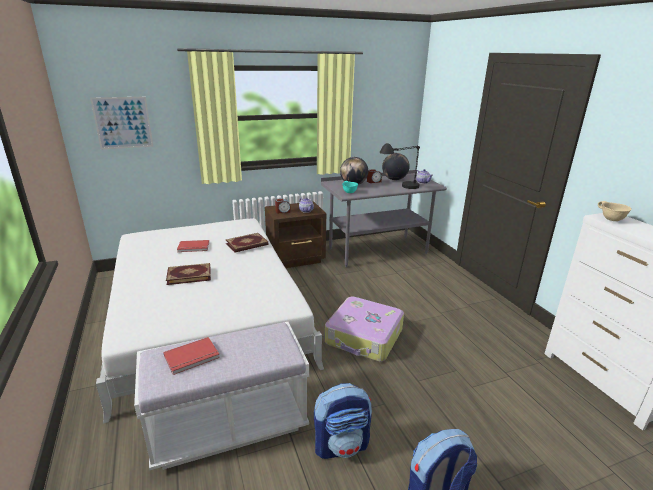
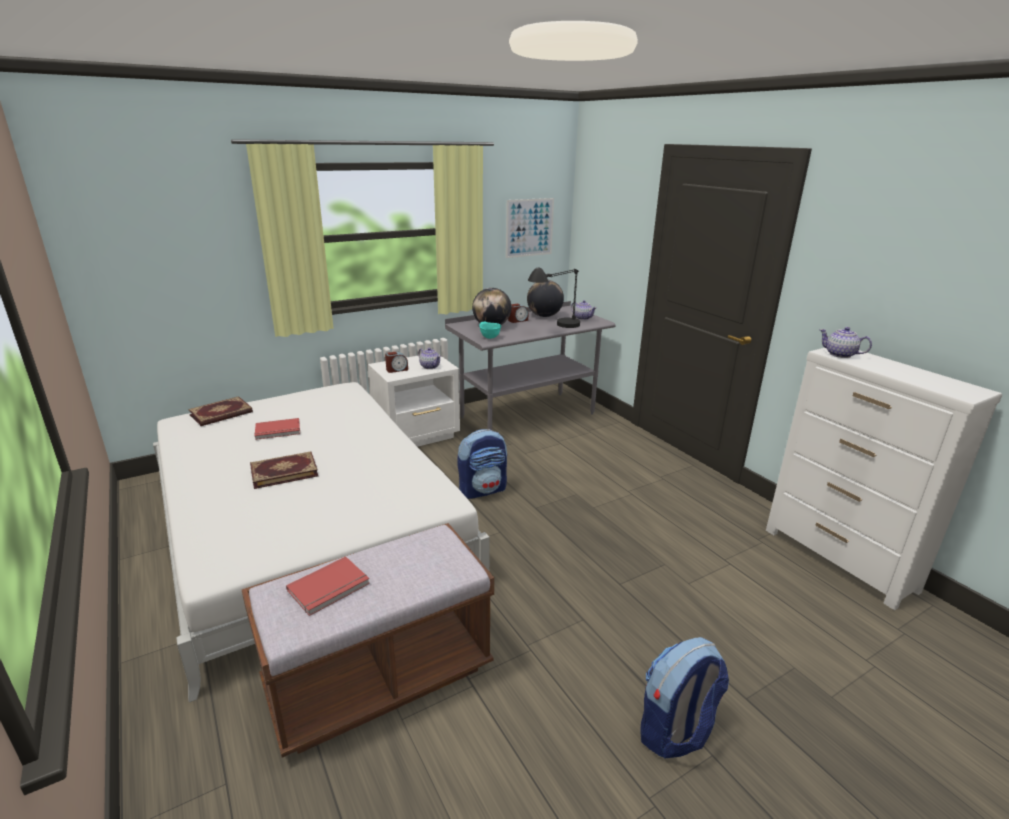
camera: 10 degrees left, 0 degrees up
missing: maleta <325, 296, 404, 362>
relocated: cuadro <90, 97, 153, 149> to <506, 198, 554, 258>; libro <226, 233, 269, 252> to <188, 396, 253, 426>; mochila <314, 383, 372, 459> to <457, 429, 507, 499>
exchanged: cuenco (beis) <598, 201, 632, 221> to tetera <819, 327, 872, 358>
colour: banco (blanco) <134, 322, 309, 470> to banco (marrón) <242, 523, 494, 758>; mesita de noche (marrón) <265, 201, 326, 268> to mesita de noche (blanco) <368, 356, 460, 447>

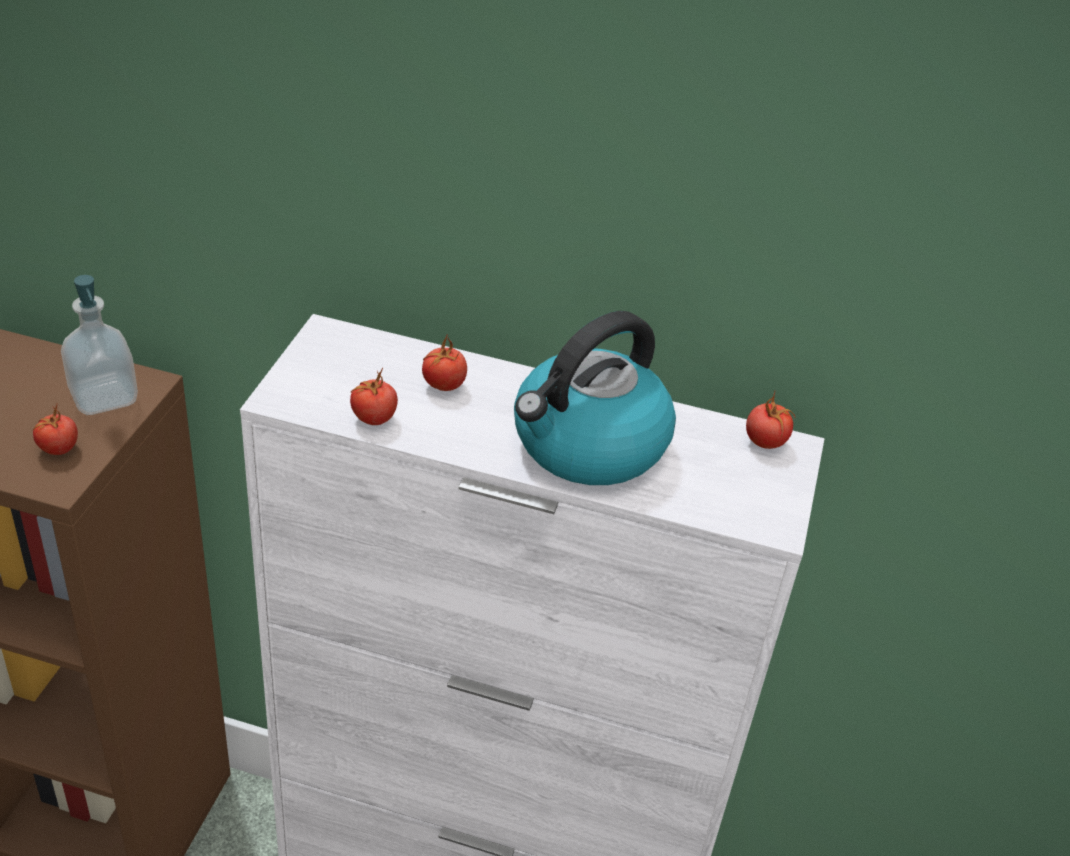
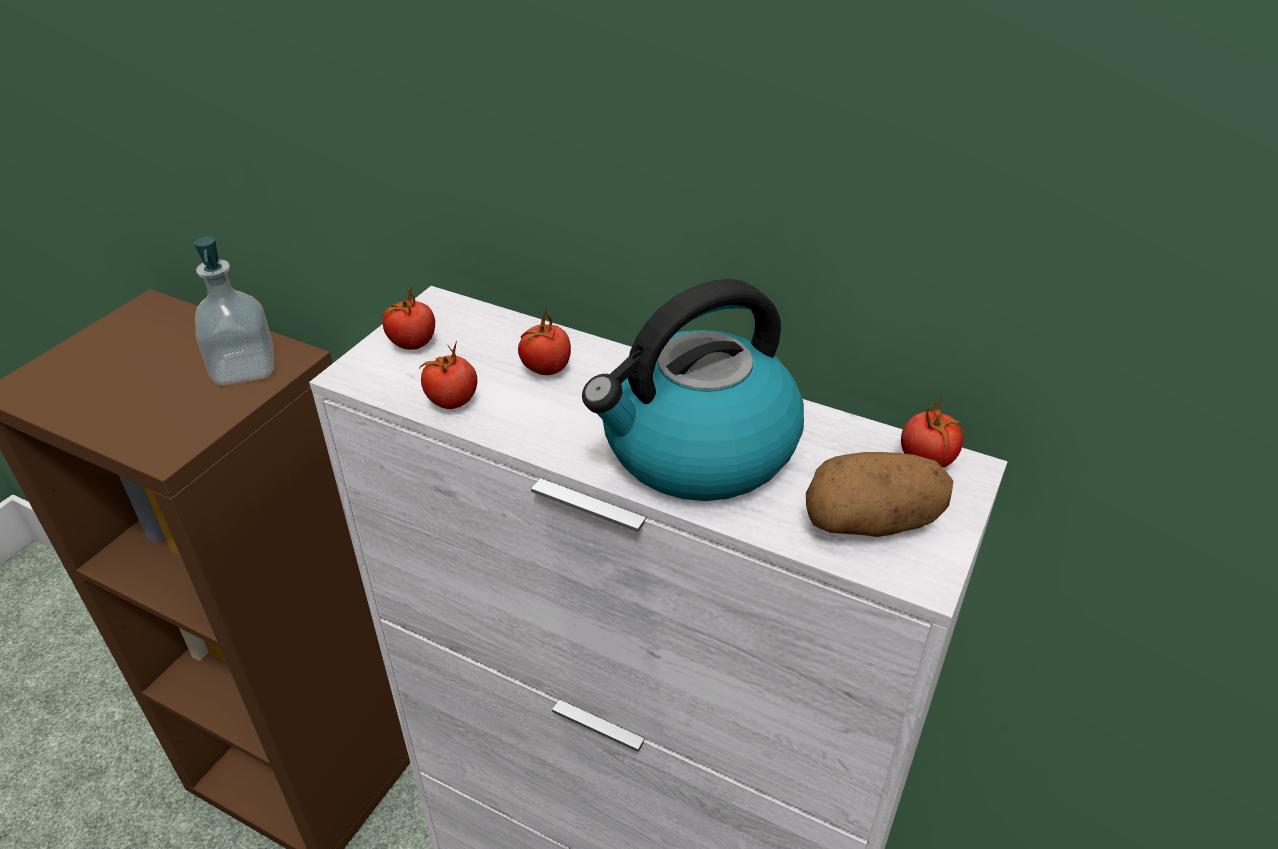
camera: 15 degrees right, 0 degrees up
appeared: patata <806, 452, 953, 537>
relocated: tomate <32, 404, 78, 455> to <381, 284, 435, 350>

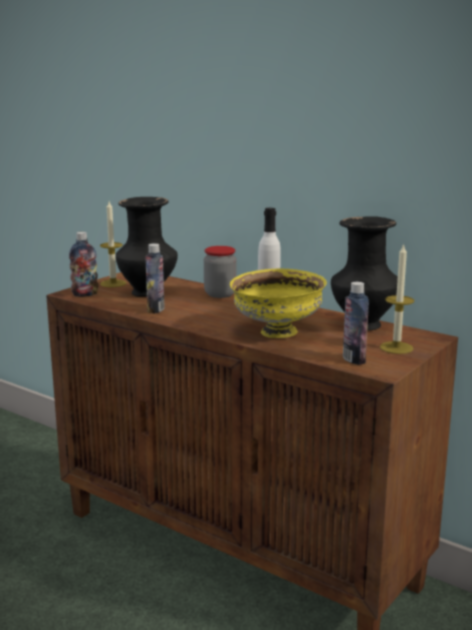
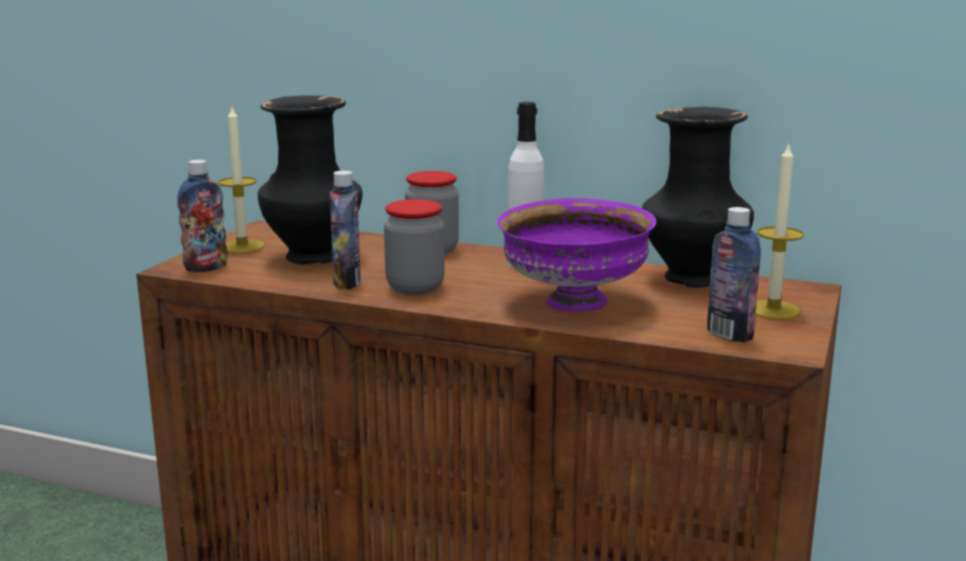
camera: 15 degrees left, 0 degrees up
appeared: tarro <384, 199, 445, 295>
colour: cuenco (amarillo) <230, 269, 327, 338> to cuenco (morado) <497, 198, 656, 312>

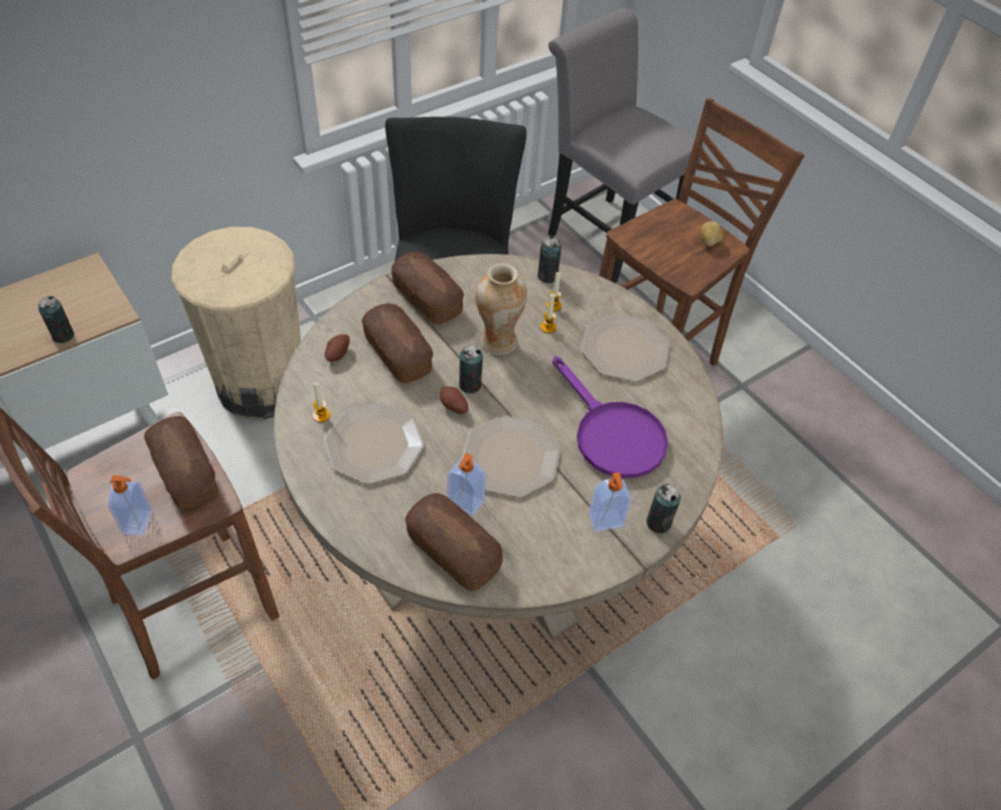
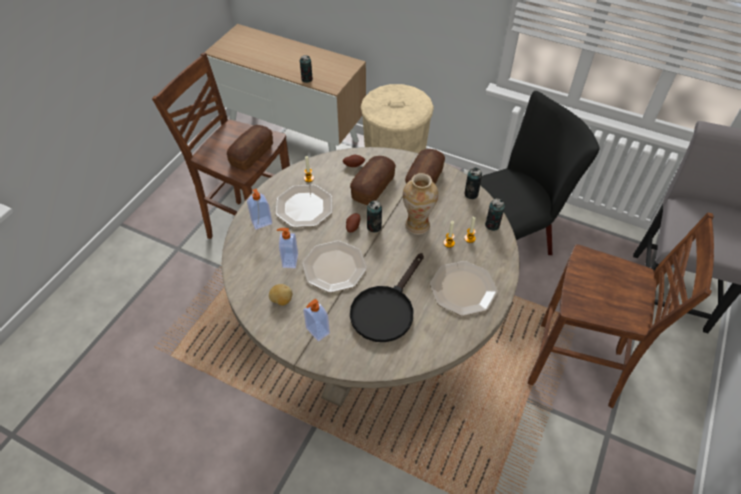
camera: 65 degrees right, 0 degrees up
missing: pan <405, 493, 503, 591>
relocated: dispensador de jabón <108, 475, 152, 535> to <247, 189, 272, 229>; lata <646, 484, 681, 533> to <464, 168, 482, 199>; patata <700, 221, 724, 246> to <269, 284, 292, 306>
colour: sartén (morado) <553, 356, 668, 478> to sartén (negro) <350, 253, 424, 342>

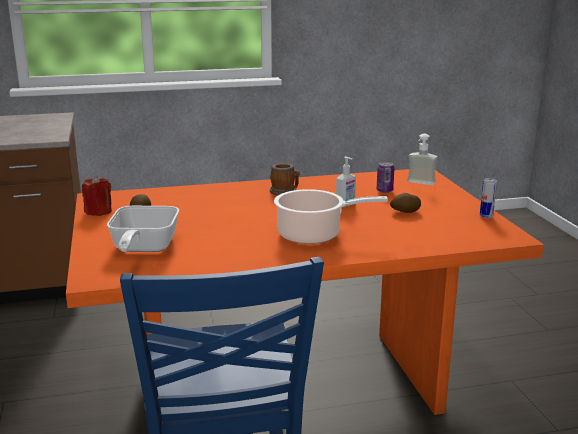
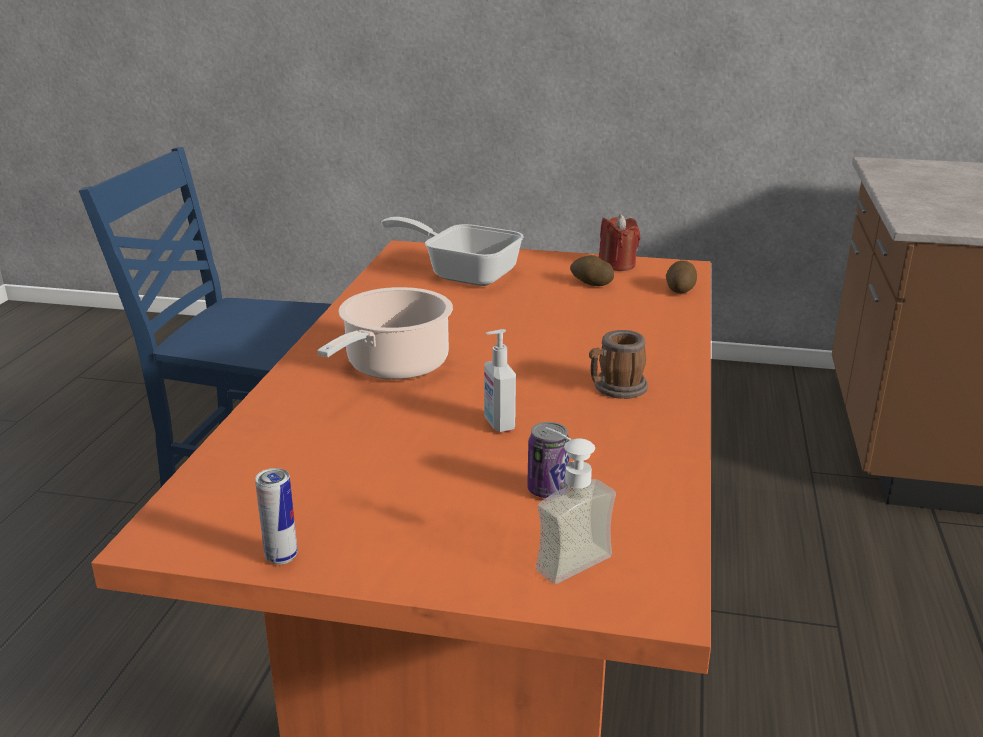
camera: 115 degrees right, 5 degrees up
relocated: patata <390, 193, 421, 213> to <666, 261, 697, 293>

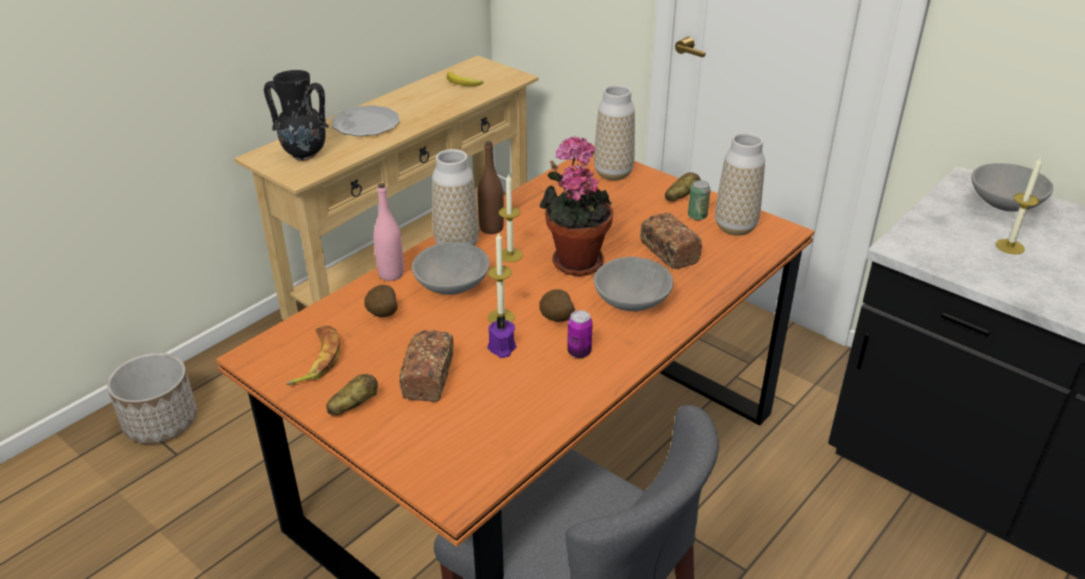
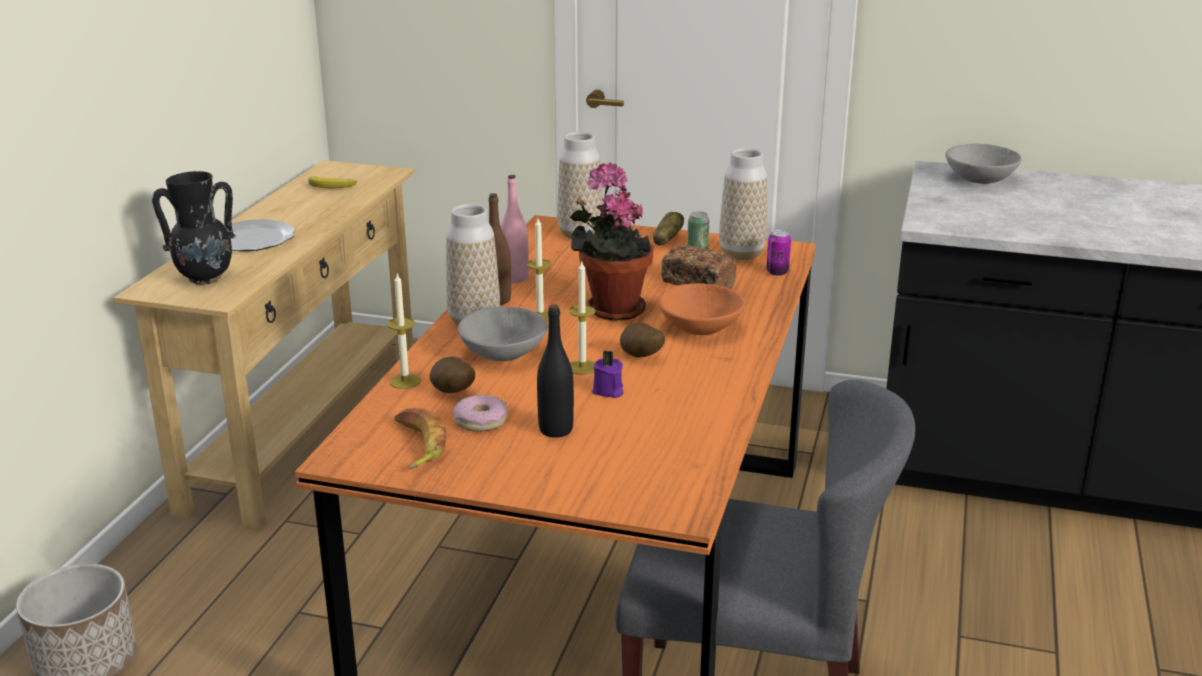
camera: 25 degrees left, 10 degrees down
missing: patata <326, 374, 378, 415>
appeared: rosquilla <453, 395, 507, 432>
relocated: botella (rosa) <373, 183, 404, 281> to <501, 175, 529, 283>; lata <567, 310, 593, 358> to <766, 229, 791, 276>; vela <996, 158, 1042, 254> to <387, 273, 421, 389>
exchanged: pan <399, 330, 453, 402> to botella (negro) <537, 304, 574, 438>
colour: cuenco (gris) <594, 257, 673, 311> to cuenco (naranja) <659, 283, 745, 335>

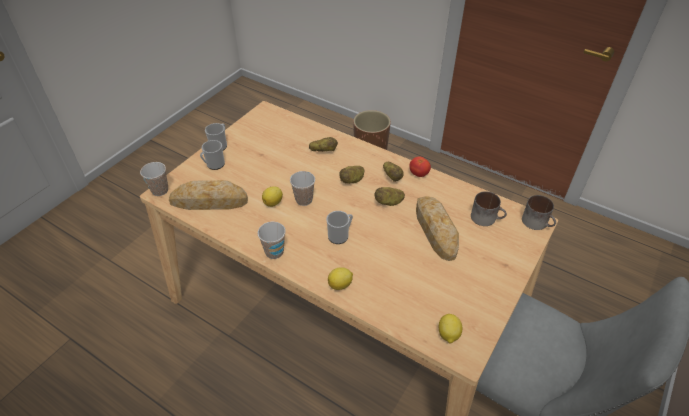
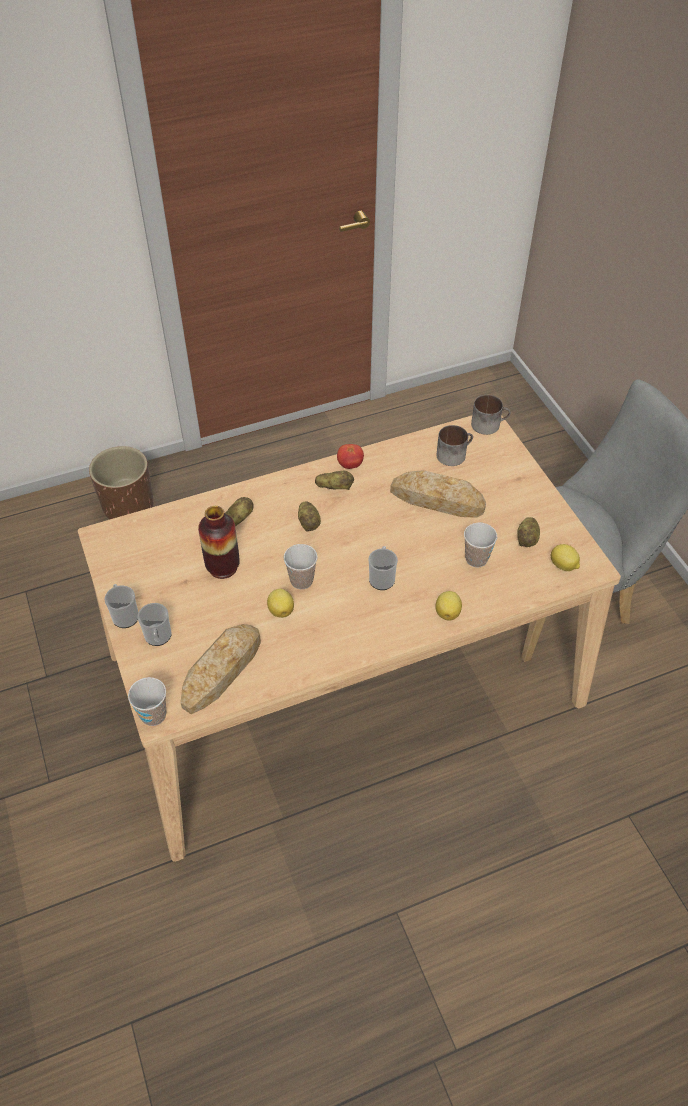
camera: 55 degrees left, 5 degrees up
appeared: florero <198, 506, 240, 579>
relocated: taza <257, 222, 286, 259> to <464, 522, 497, 568>; patata <374, 187, 405, 206> to <517, 517, 540, 547>

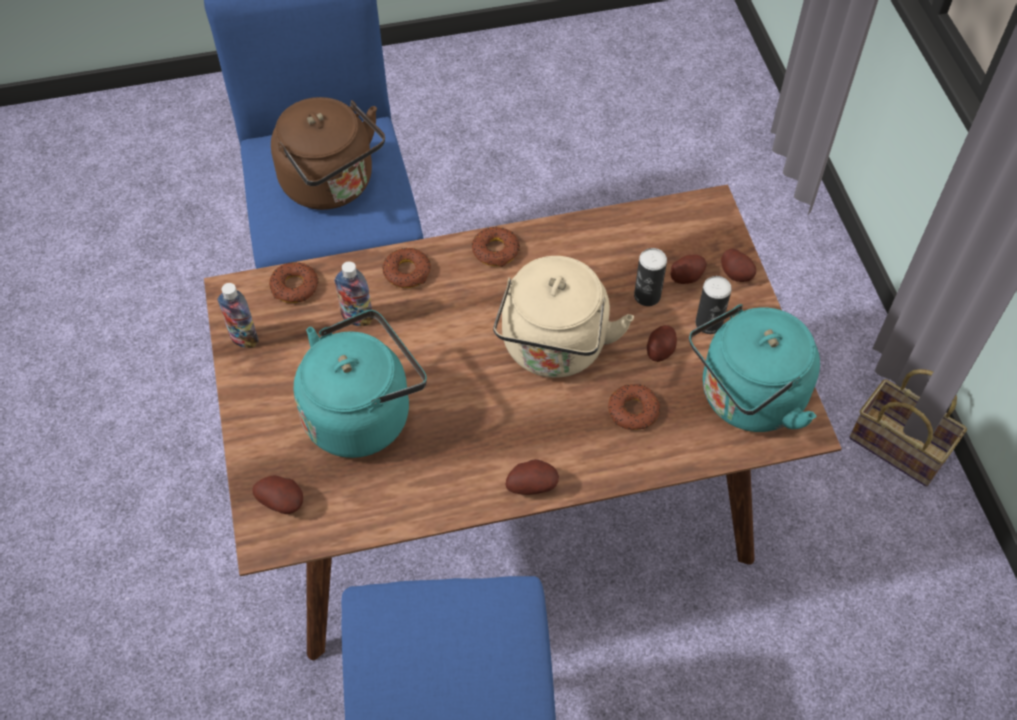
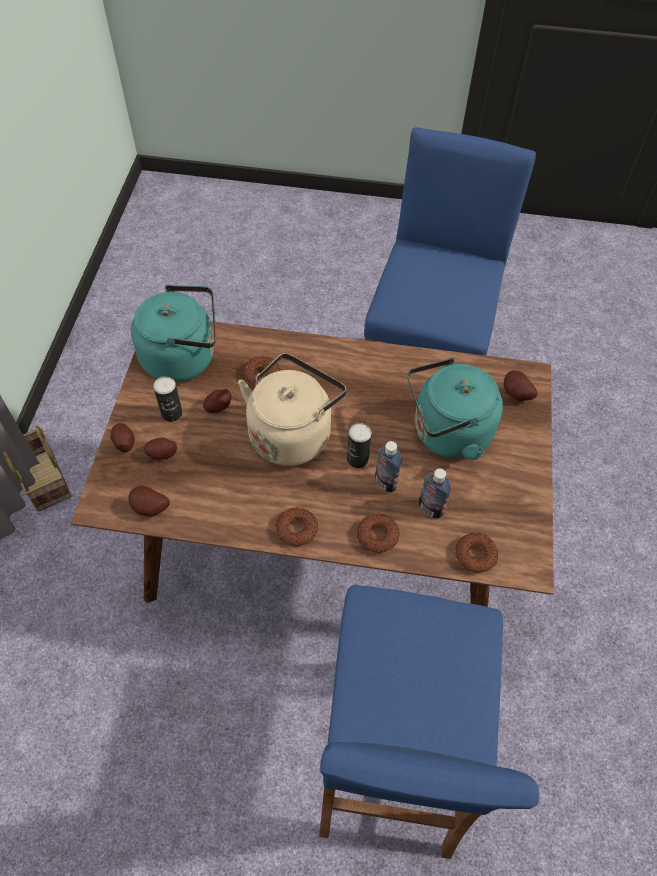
camera: 160 degrees left, 0 degrees up
missing: hervidor (marrón) <271, 97, 385, 210>
relocated: botella <217, 283, 259, 348> to <375, 441, 401, 493>; patata <506, 459, 559, 495> to <129, 486, 170, 516>; lata <634, 248, 667, 306> to <347, 423, 372, 468>

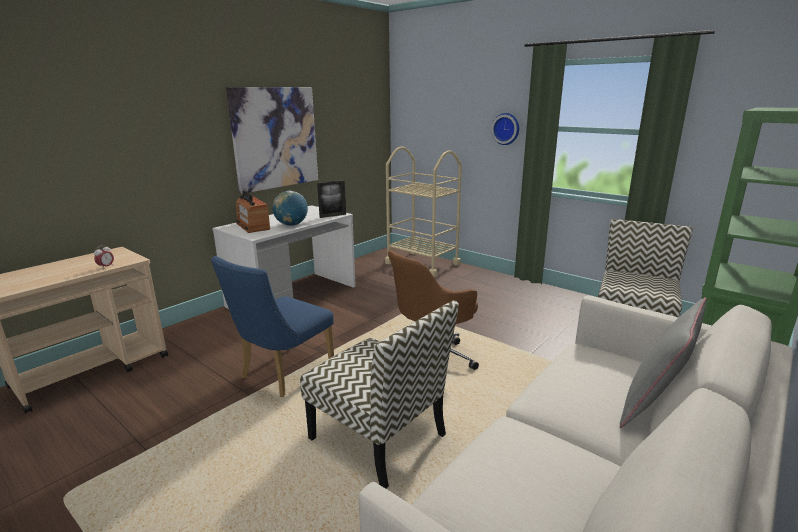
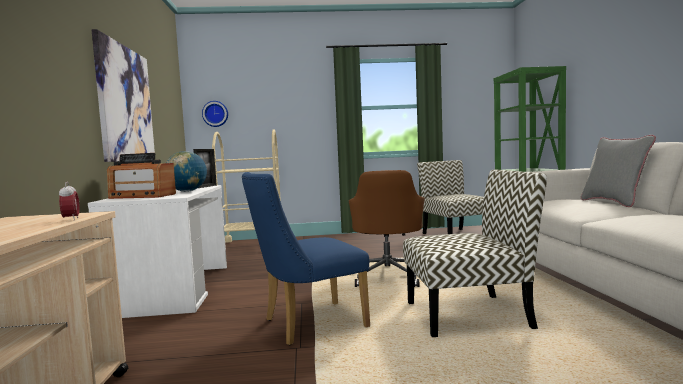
camera: 45 degrees left, 15 degrees down
relocated: reloj de pared <491, 113, 519, 145> to <202, 101, 228, 127>
spun: silla (azul) <211, 256, 334, 397> = <242, 172, 370, 345> 75 degrees clockwise

